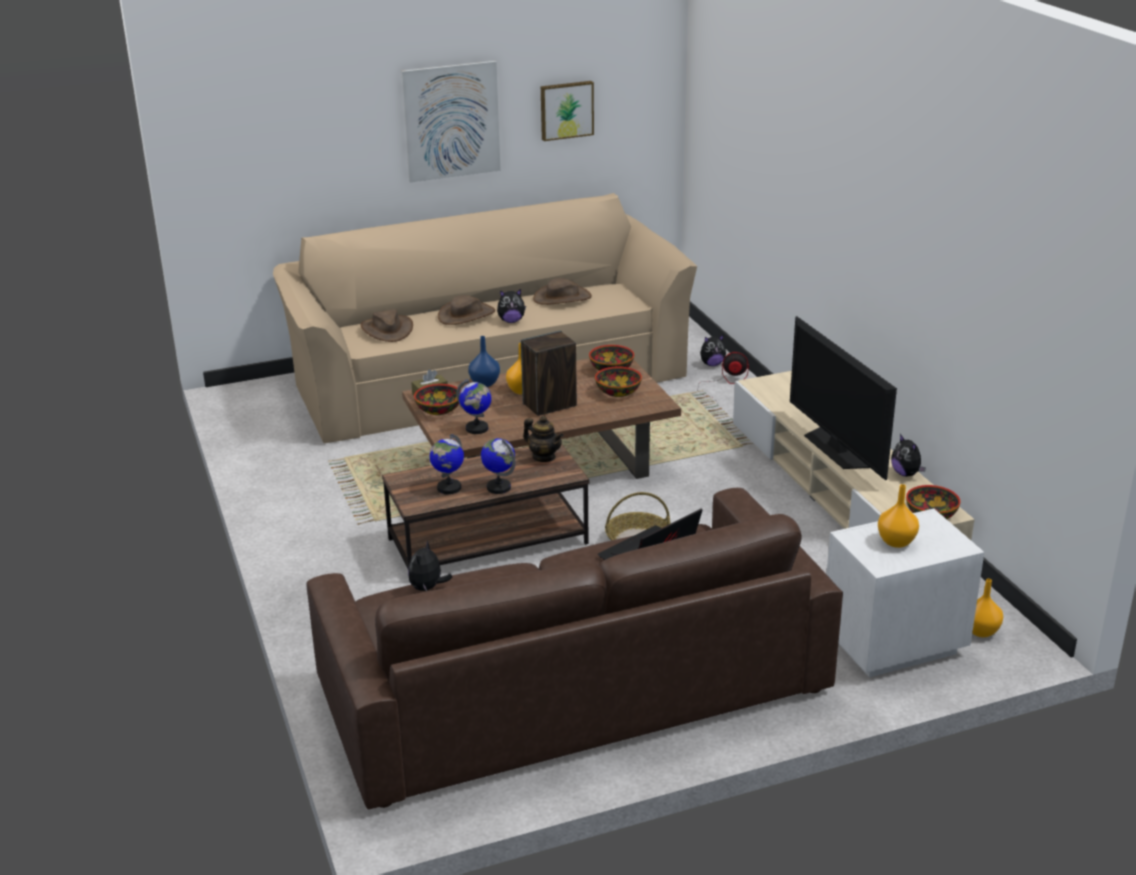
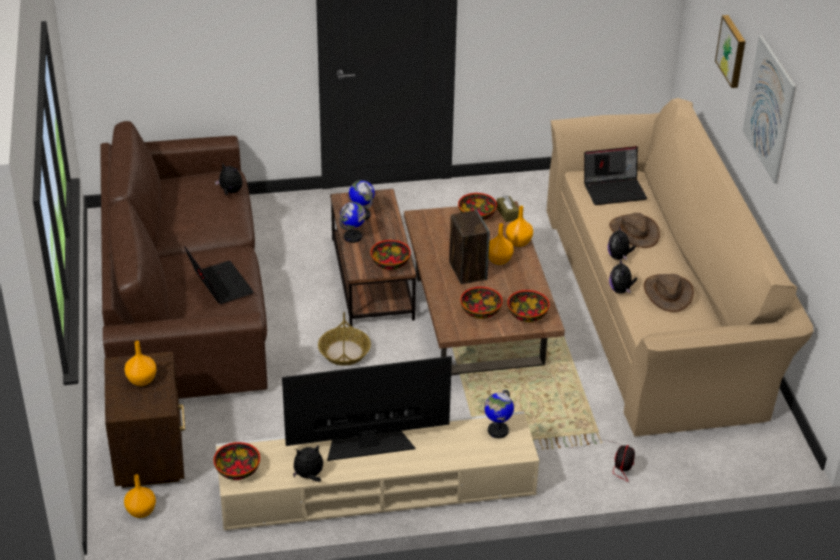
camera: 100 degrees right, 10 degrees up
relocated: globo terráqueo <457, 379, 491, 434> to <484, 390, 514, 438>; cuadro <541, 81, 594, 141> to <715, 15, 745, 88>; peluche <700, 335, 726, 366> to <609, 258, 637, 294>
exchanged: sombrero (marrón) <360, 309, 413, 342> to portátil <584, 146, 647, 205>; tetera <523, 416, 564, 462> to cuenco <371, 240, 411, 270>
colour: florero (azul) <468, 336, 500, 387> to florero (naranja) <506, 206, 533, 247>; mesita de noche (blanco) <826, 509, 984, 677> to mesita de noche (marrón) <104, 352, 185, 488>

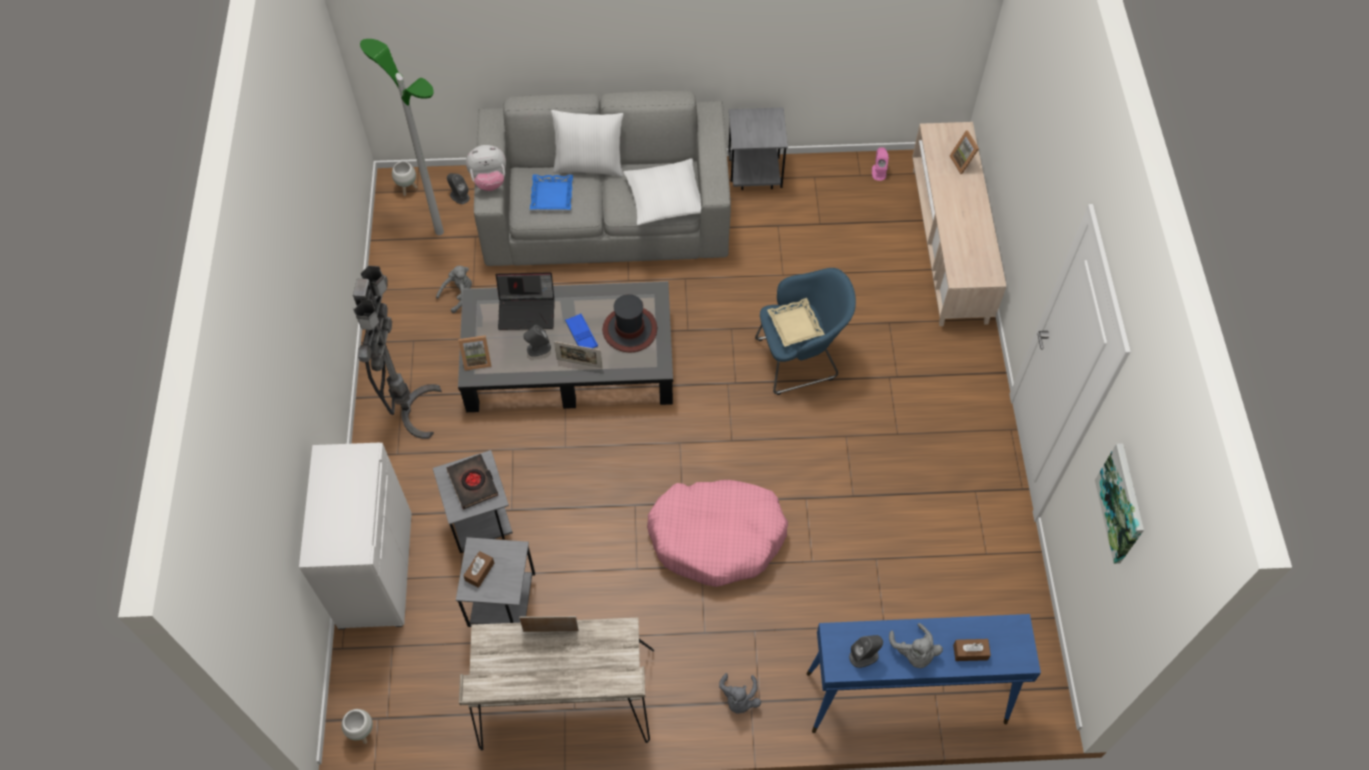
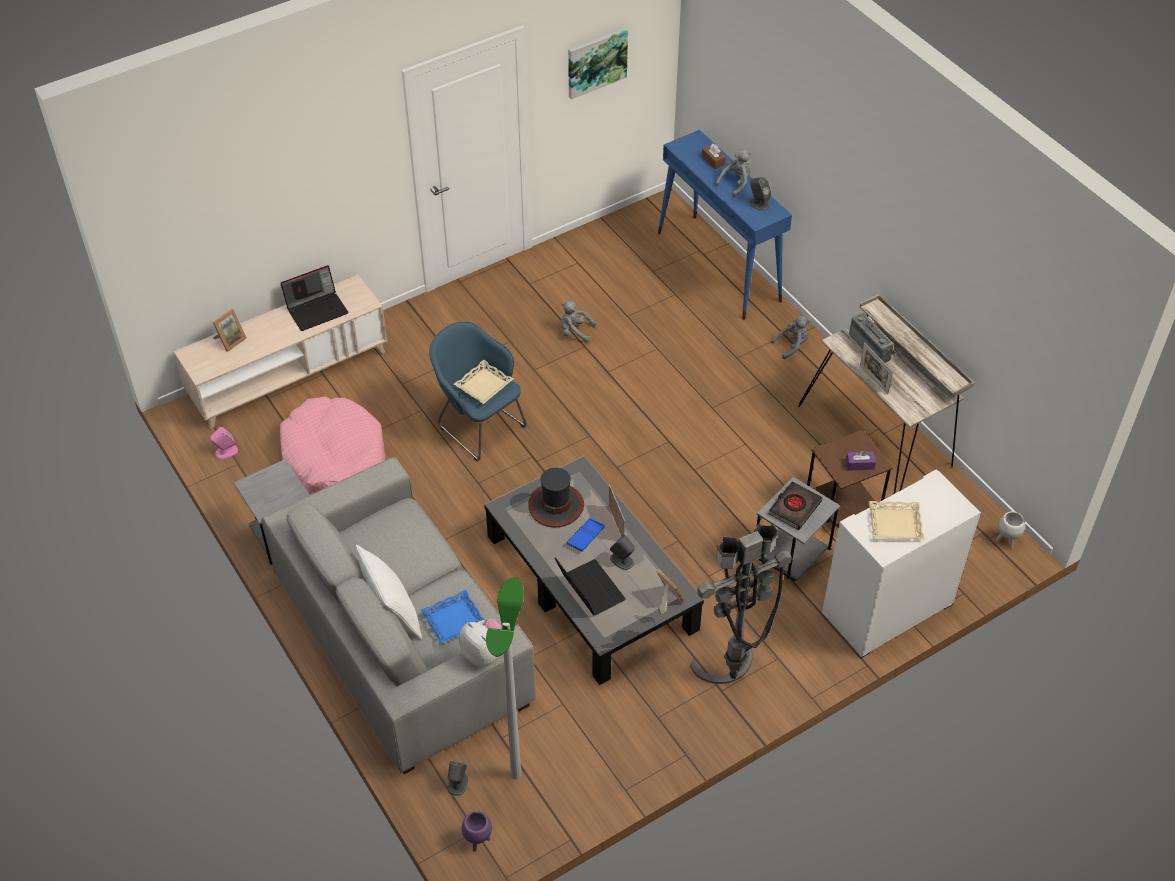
camera: 120 degrees left, 10 degrees down
missing: cojín (blanco) <623, 158, 701, 225>
appeared: portátil <280, 265, 348, 331>; radio <849, 313, 896, 363>; bandeja (beis) <869, 501, 925, 539>
relocated: peluche (gris) <436, 266, 472, 313> to <561, 301, 596, 343>; cama para perro (rosa) <647, 480, 788, 587> to <280, 397, 386, 495>
colour: maceta (blanco) <392, 161, 417, 196> to maceta (morado) <462, 811, 492, 852>; mesa auxiliar (gris) <456, 537, 535, 627> to mesa auxiliar (marrón) <807, 429, 893, 528>; caja de pañuelos (marrón) <463, 551, 494, 588> to caja de pañuelos (morado) <846, 451, 876, 471>

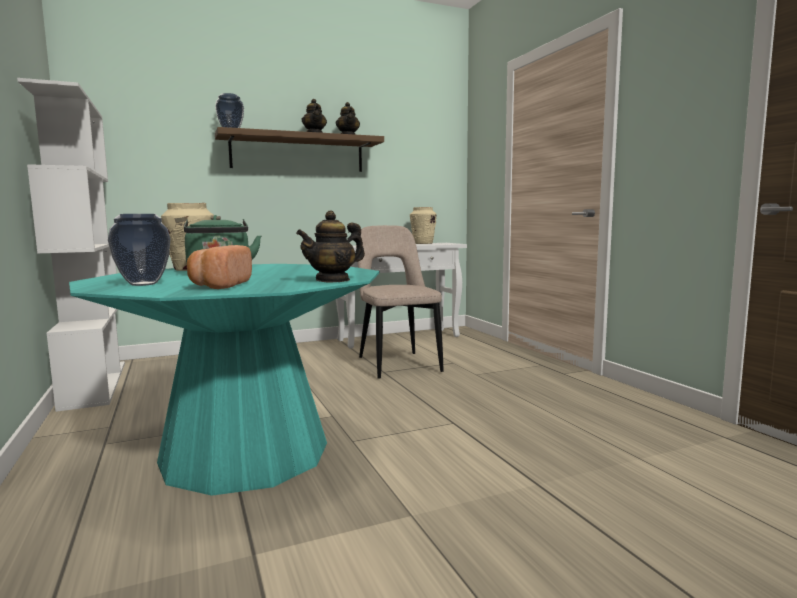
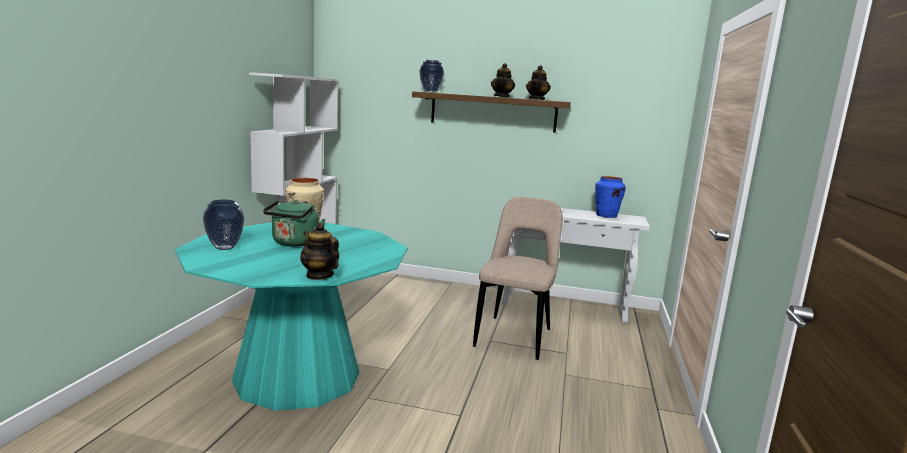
camera: 35 degrees right, 5 degrees up
missing: pan <187, 245, 252, 289>
colour: florero (beis) <410, 207, 437, 244> to florero (azul) <595, 176, 626, 218>
spun: tetera <296, 211, 365, 283> = <300, 223, 339, 280> 45 degrees clockwise

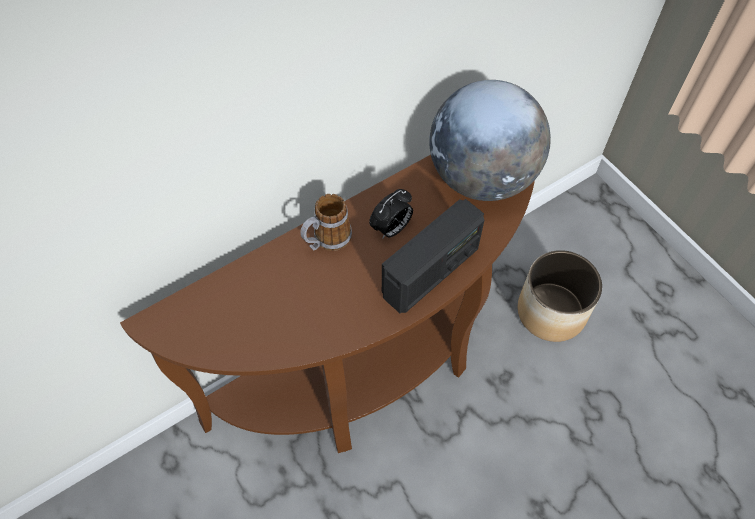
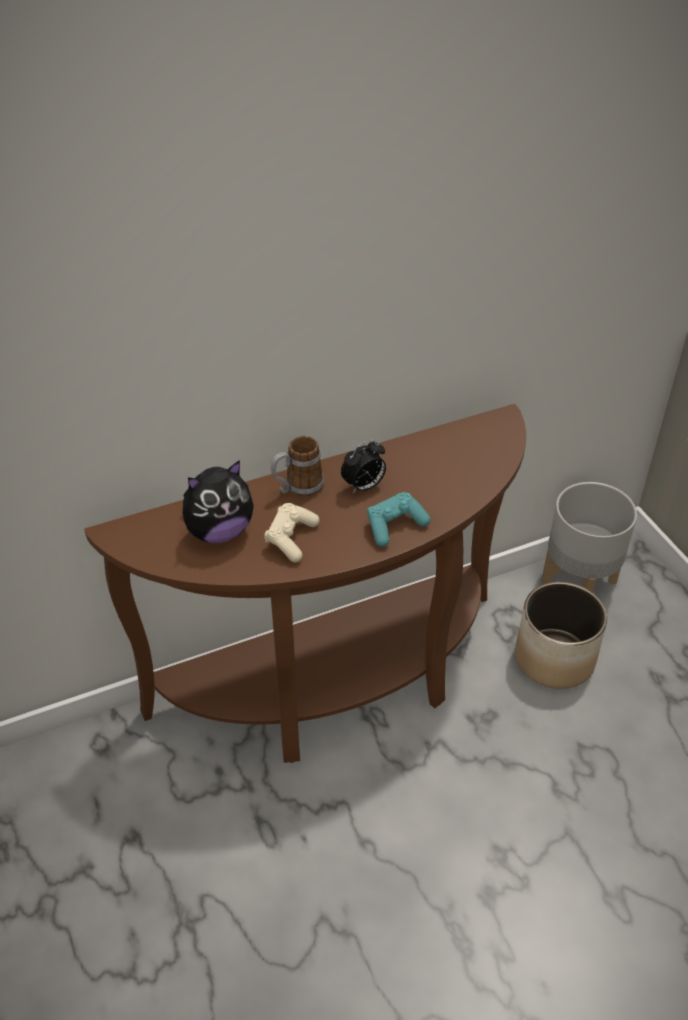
camera: 10 degrees right, 15 degrees down
missing: globo terráqueo <429, 80, 551, 201>
appeared: peluche <183, 460, 254, 543>; mando de consola (beis) <264, 503, 320, 562>; maceta (gris) <542, 482, 637, 593>
exchanged: radio <382, 199, 484, 313> to mando de consola (turquesa) <367, 492, 430, 547>

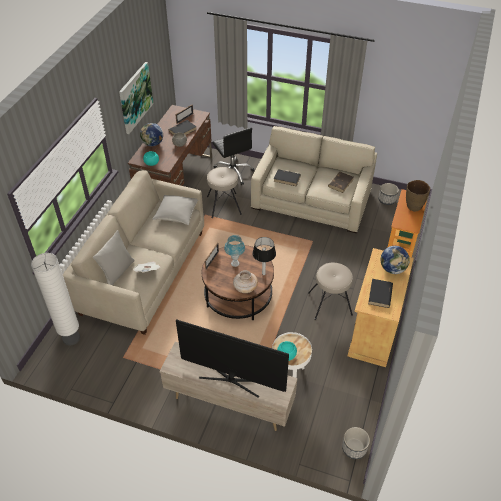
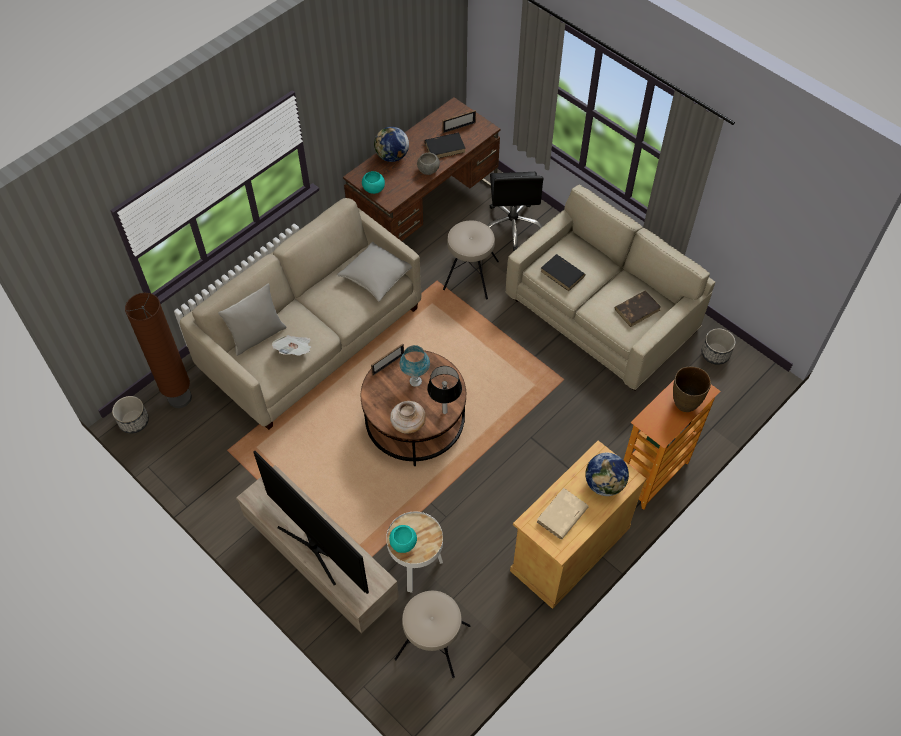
camera: 25 degrees right, 10 degrees up
missing: cuadro <119, 62, 153, 134>
relocated: taburete (beis) <308, 263, 353, 320> to <395, 591, 470, 678>; maceta <342, 427, 370, 459> to <112, 396, 149, 434>
colour: lámpara de pie (blanco) <31, 253, 80, 346> to lámpara de pie (marrón) <125, 293, 192, 408>; libro (negro) <368, 279, 393, 308> to libro (beis) <537, 488, 589, 540>

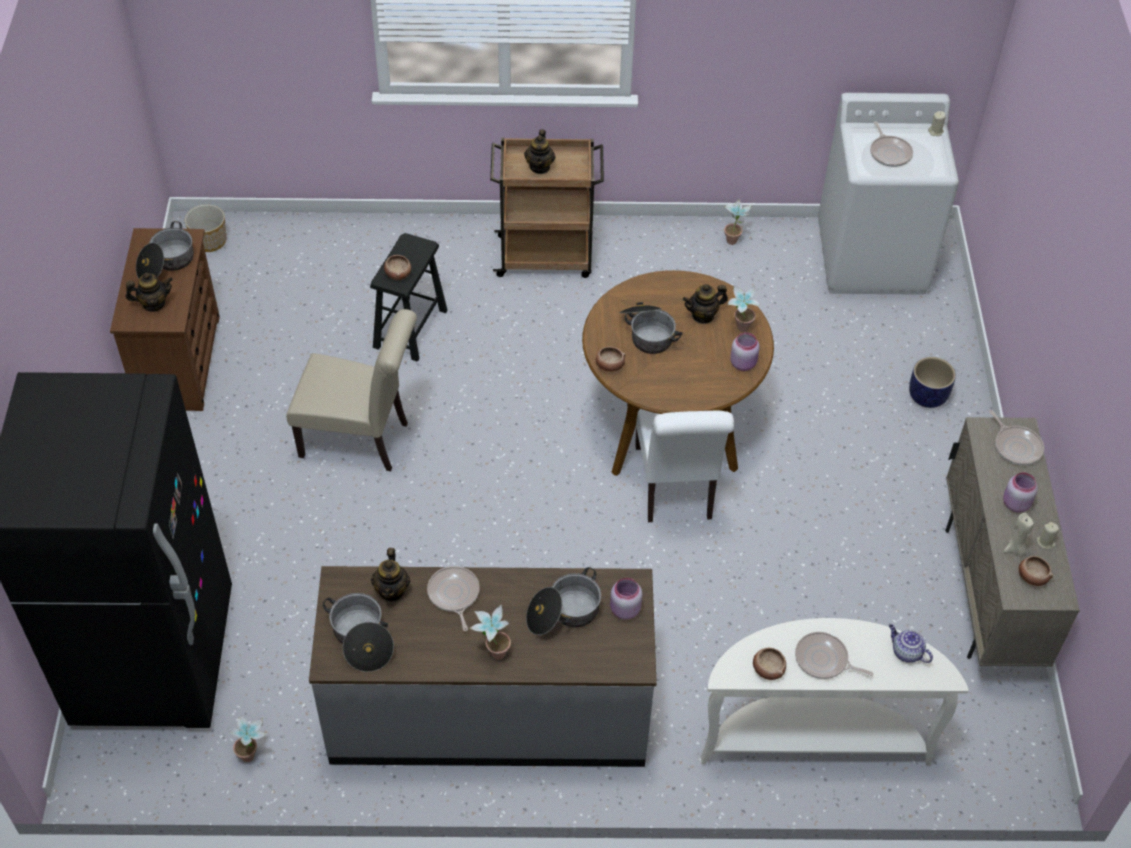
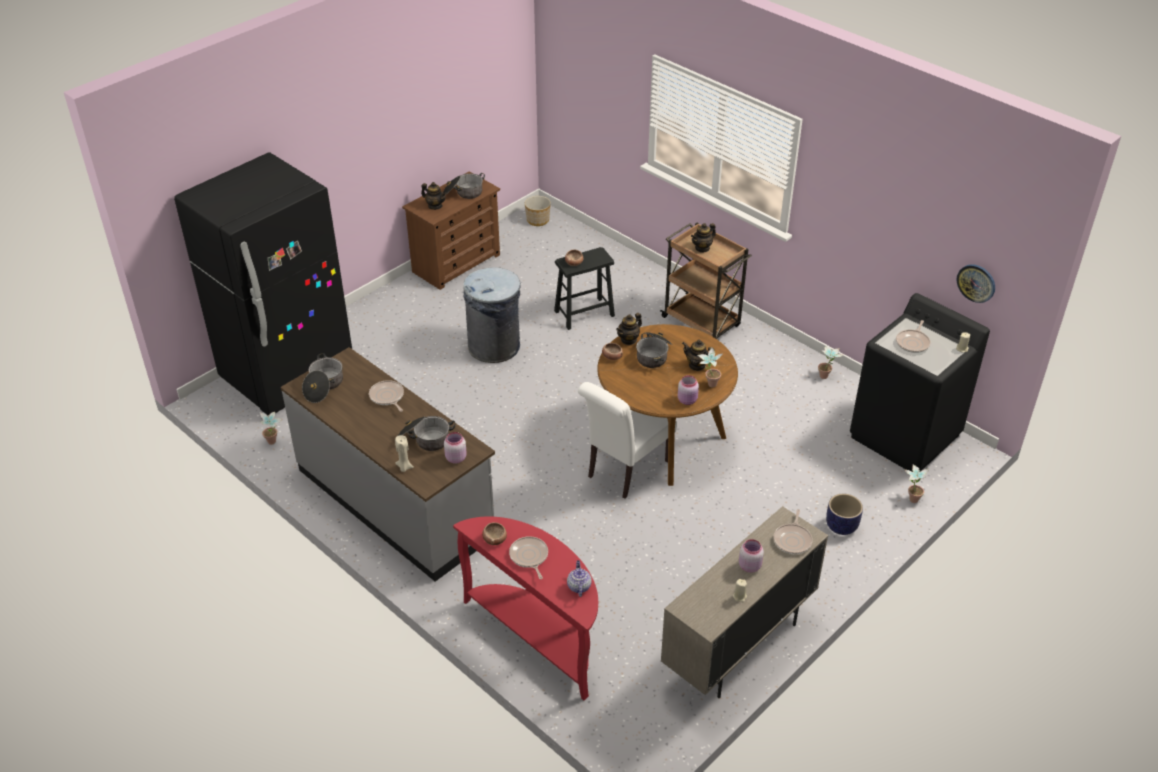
camera: 45 degrees right, 10 degrees down
missing: cuenco <1019, 556, 1053, 586>
appeared: reloj de pared <956, 264, 995, 303>
relocated: tetera <371, 548, 410, 601> to <616, 313, 642, 345>; planta en maceta <469, 605, 511, 660> to <904, 464, 929, 503>; vela (beis) <1004, 513, 1034, 556> to <395, 435, 414, 472>
exchanged: silla (beis) <286, 309, 417, 471> to papelera (gris) <463, 267, 521, 363>
colour: mesa consola (blanco) <701, 618, 968, 766> to mesa consola (rojo) <453, 516, 598, 700>; lavadora (blanco) <818, 93, 959, 295> to lavadora (negro) <850, 293, 990, 472>
spun: sartén <427, 566, 480, 631> = <369, 380, 404, 412> 60 degrees counterclockwise

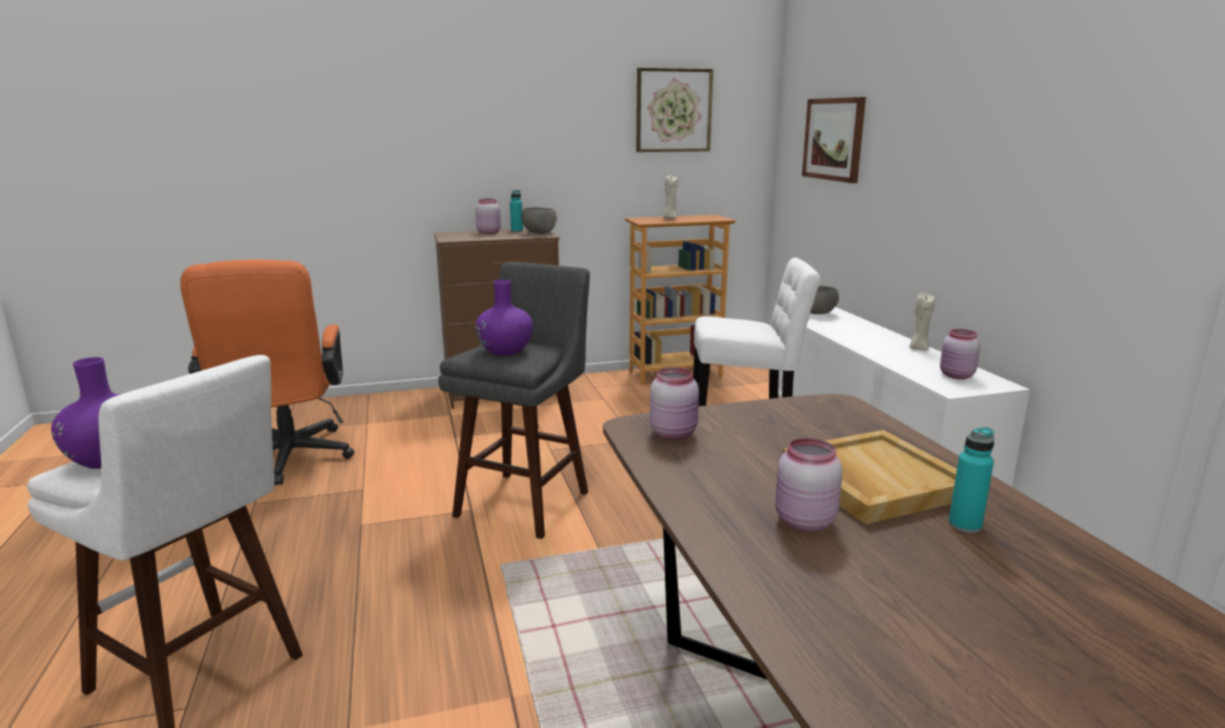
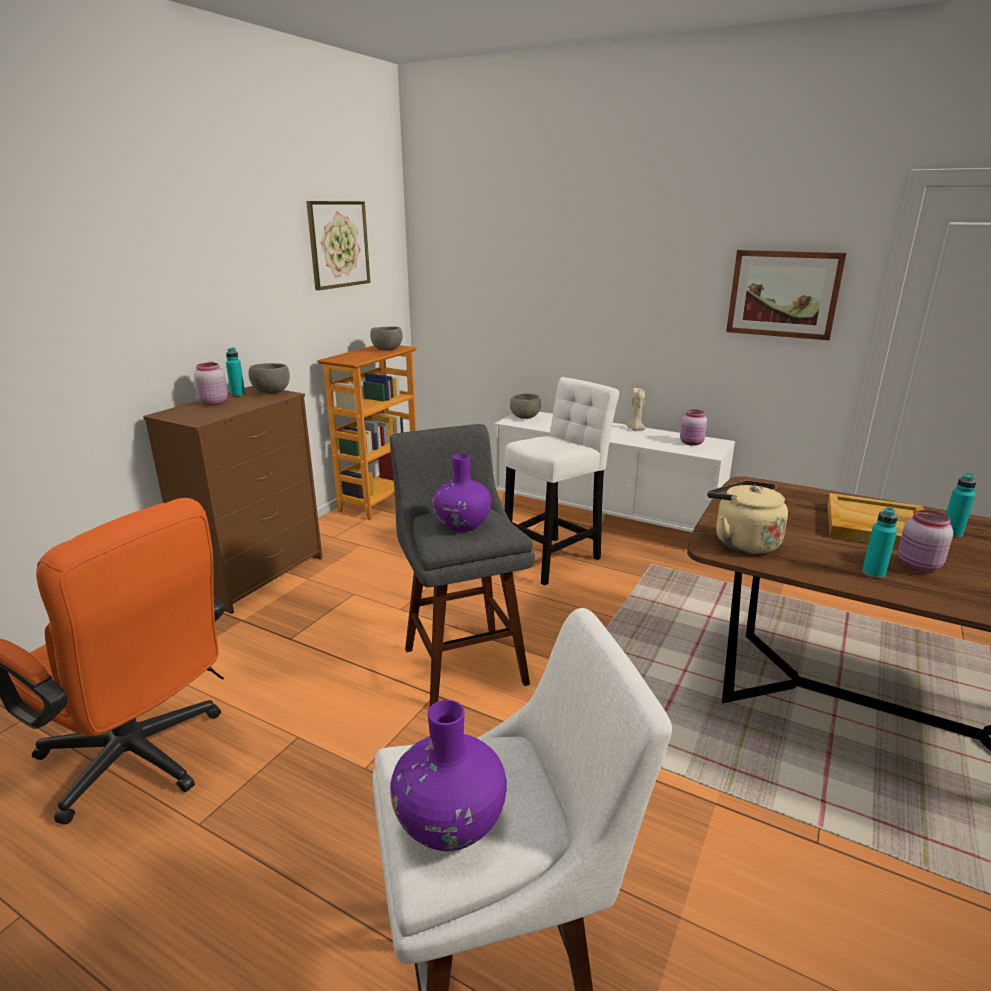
camera: 45 degrees left, 5 degrees up
missing: vela (beis) <663, 174, 678, 219>
appeared: cuenco (gris) <370, 326, 403, 350>; botella (turquesa) <862, 507, 898, 578>
relocated: cuadro <802, 97, 866, 183> to <726, 250, 847, 340>
exchanged: tarro (rosa) <650, 367, 699, 439> to hervidor (beis) <707, 480, 788, 554>

